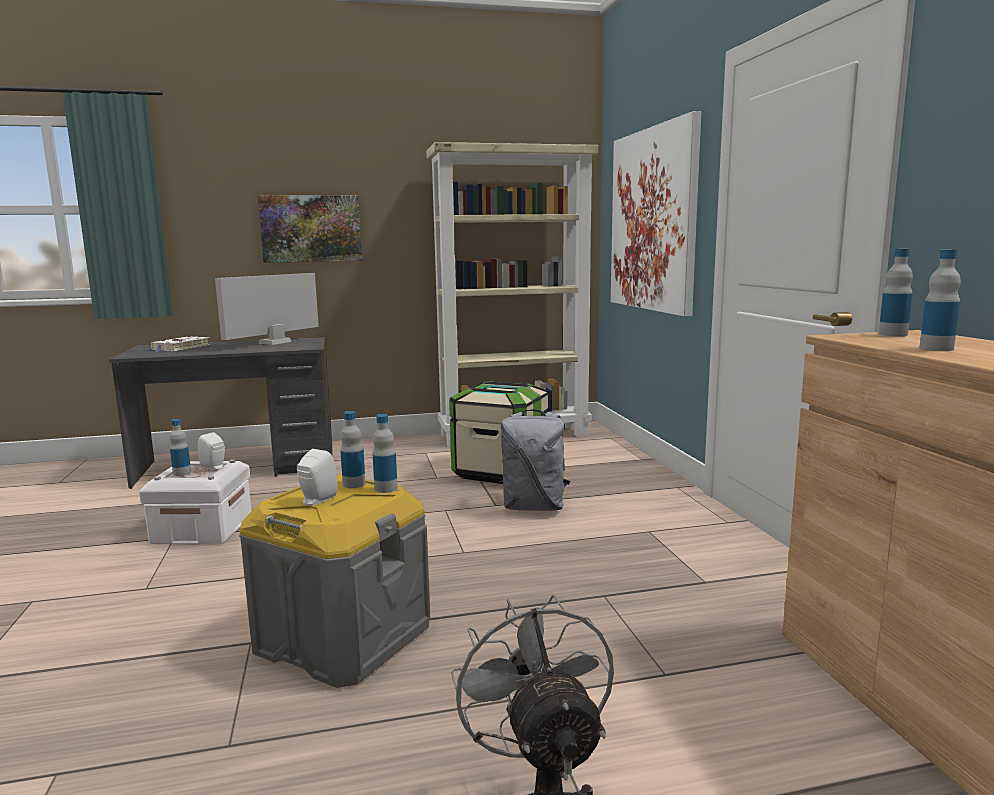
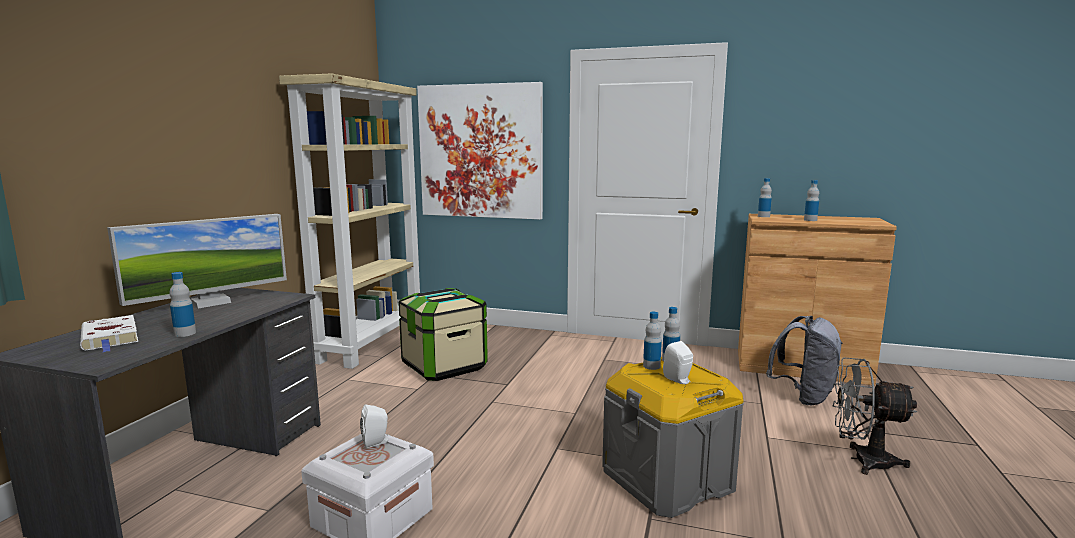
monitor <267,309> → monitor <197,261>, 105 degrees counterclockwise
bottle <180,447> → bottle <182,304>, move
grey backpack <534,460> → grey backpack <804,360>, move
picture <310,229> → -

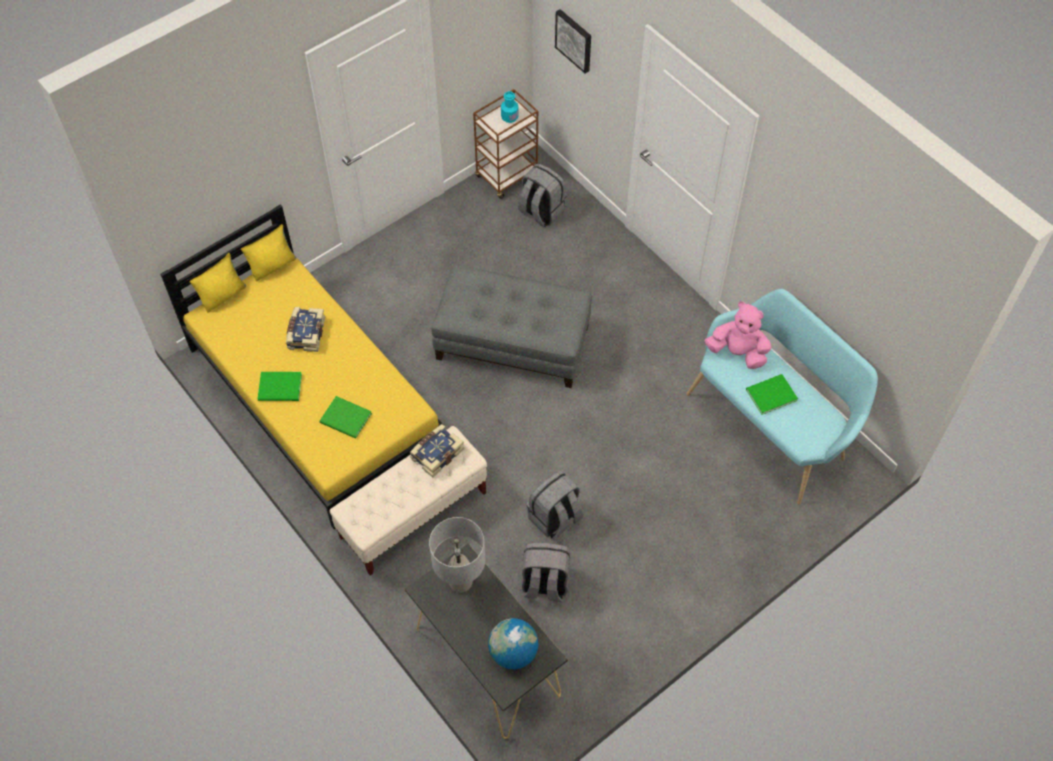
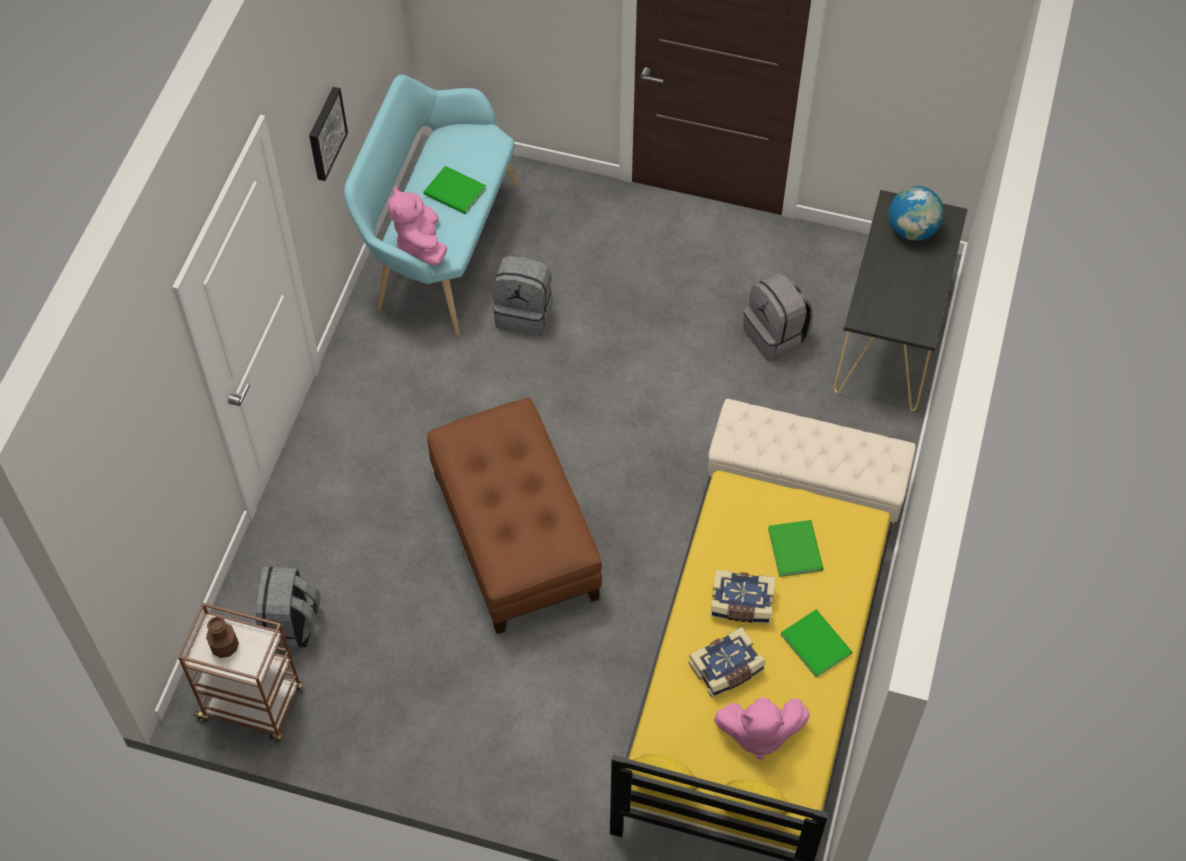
turquoise bottle <510,107> → brown bottle <222,637>
picture <573,41> → picture <328,134>, move
grey ottoman <511,326> → brown ottoman <514,516>
grey backpack <555,505> → grey backpack <522,295>, move
book <436,451> → book <743,597>, move
- → pink plush toy <762,728>
grey table lamp <457,555> → -

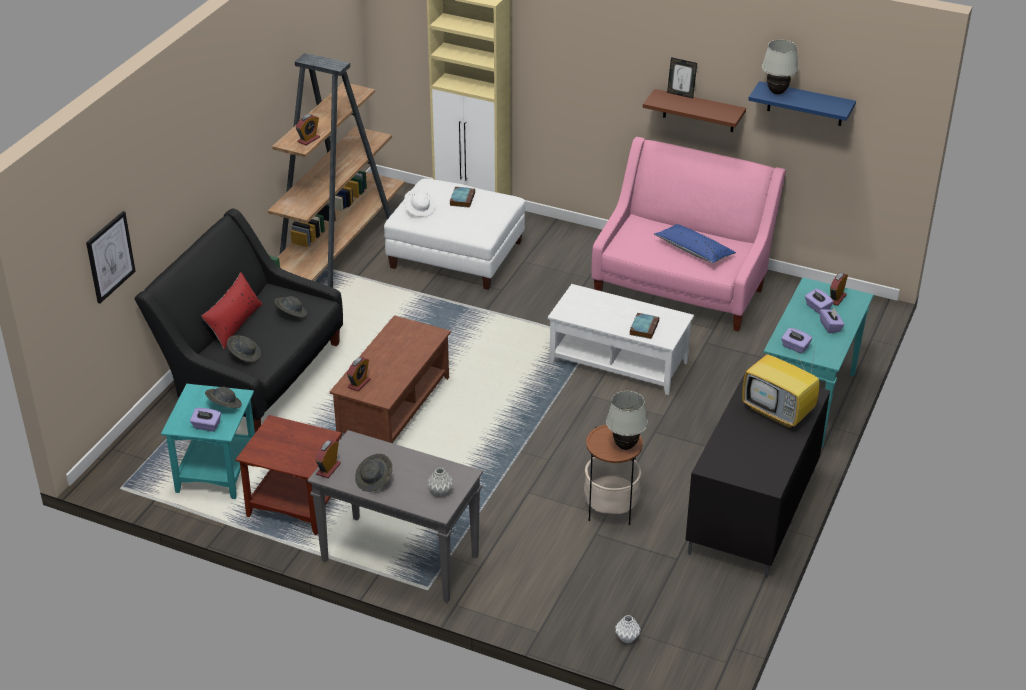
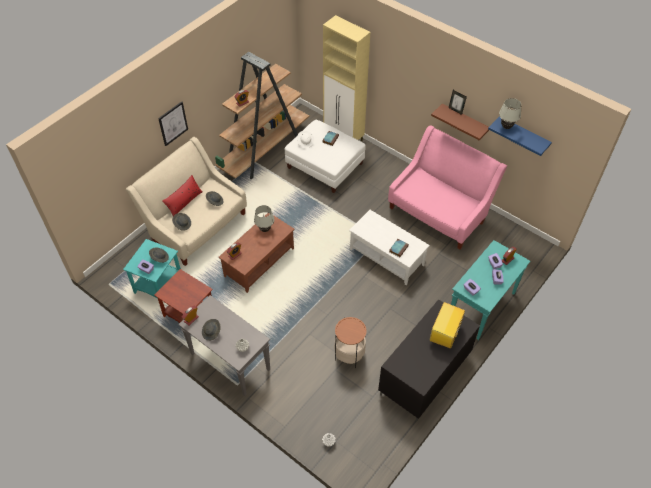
black sofa <239,321> → beige sofa <186,201>
picture <111,257> → picture <173,123>, move
white table lamp <627,420> → white table lamp <264,218>, move
television <781,383> → television <447,325>, 60 degrees clockwise
blue pillow <695,243> → -

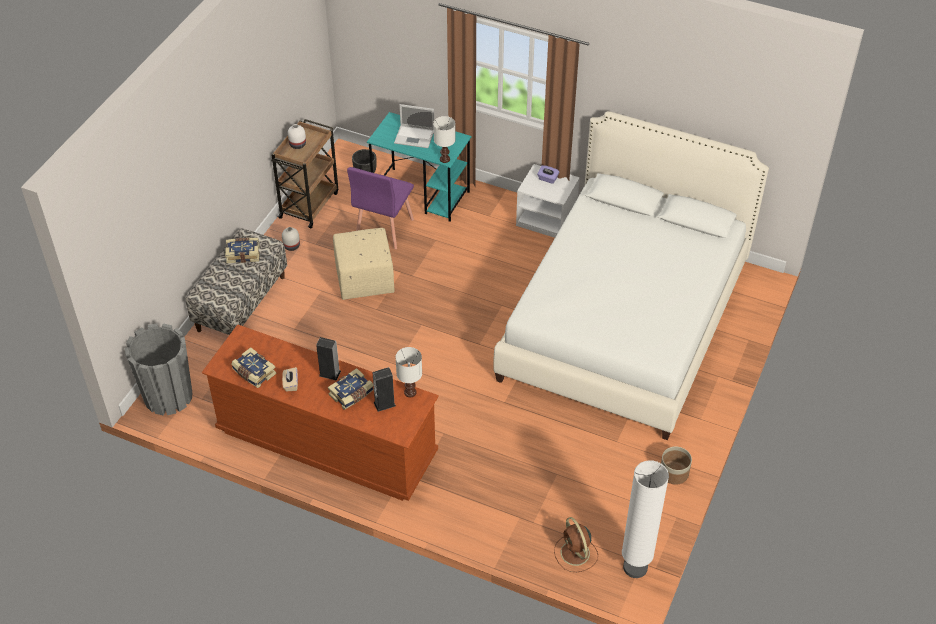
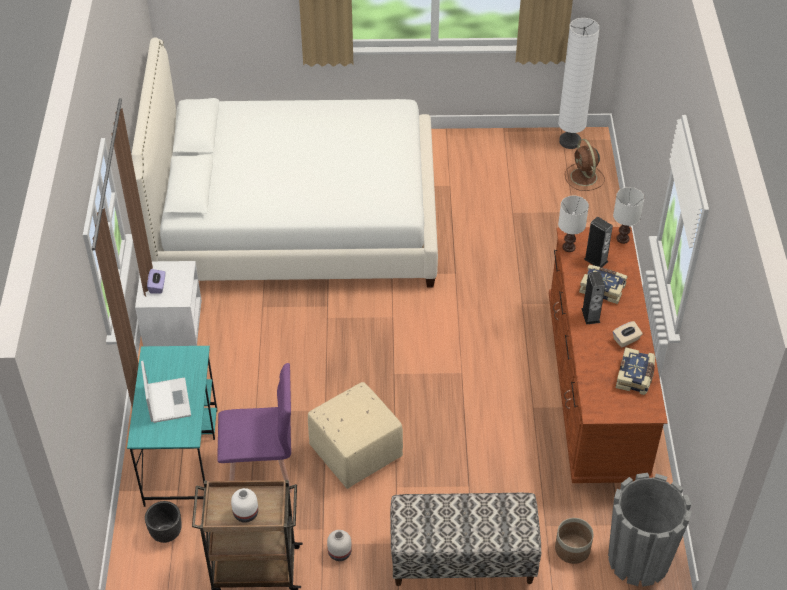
planter <676,465> → planter <574,541>, move
brown fan <576,544> → brown fan <585,165>, 120 degrees clockwise
white table lamp <444,139> → white table lamp <628,215>, move
book <242,250> → -

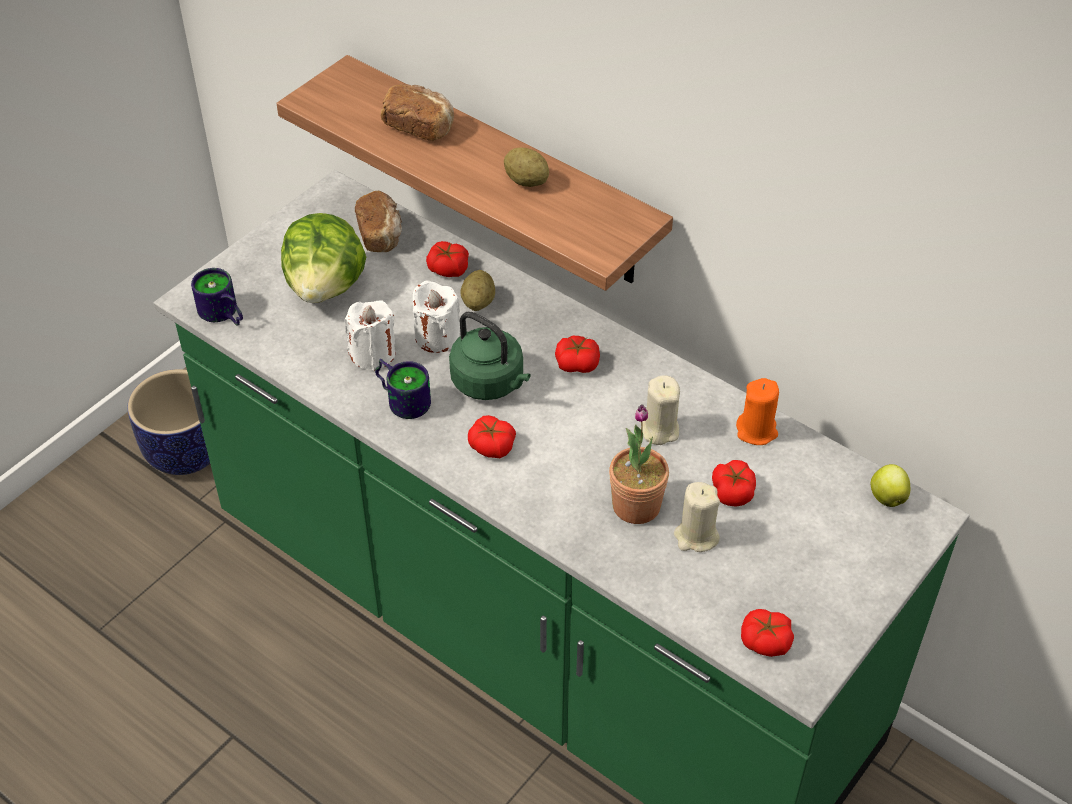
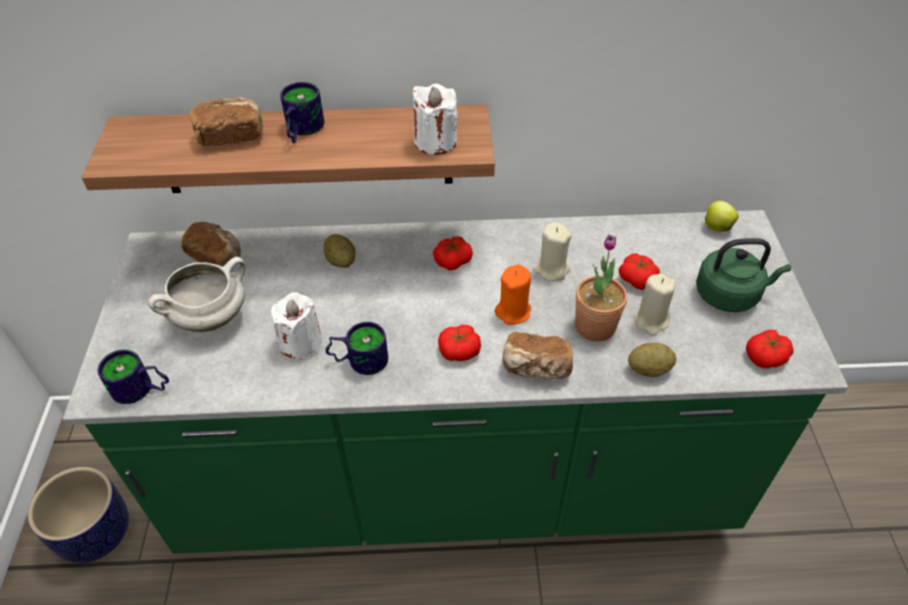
lettuce <323,258> → white cooking pot <196,294>
- → mug <302,112>
white candle <436,316> → white candle <435,119>, move
orange candle <757,411> → orange candle <513,295>, move
- → bread <537,356>
potato <526,167> → potato <652,360>, move
green kettle <490,355> → green kettle <743,275>, move
tomato <447,259> → -

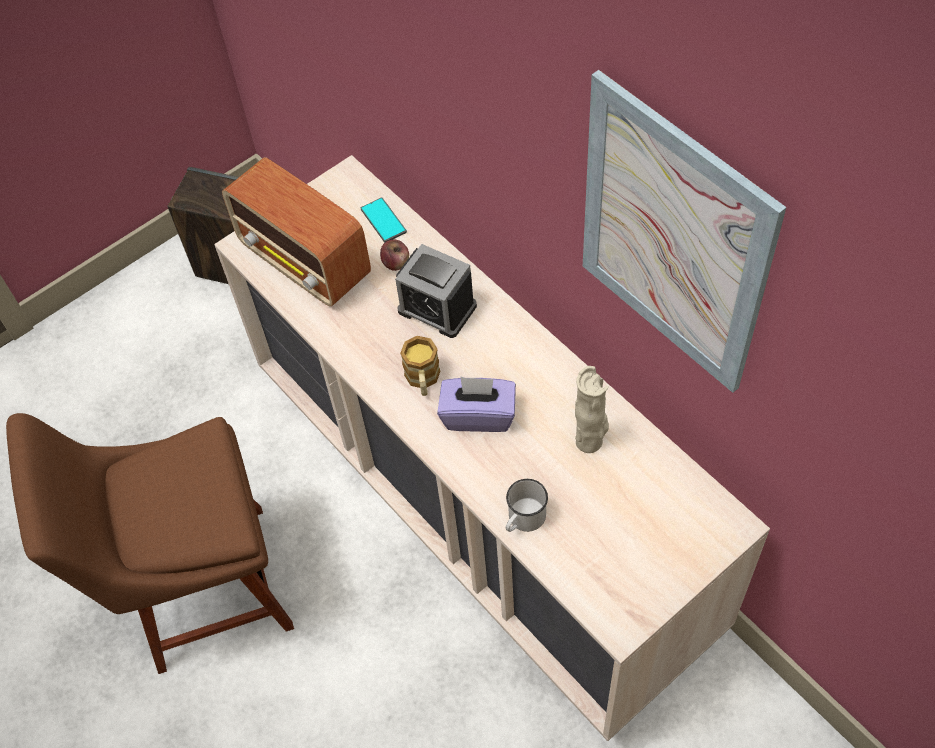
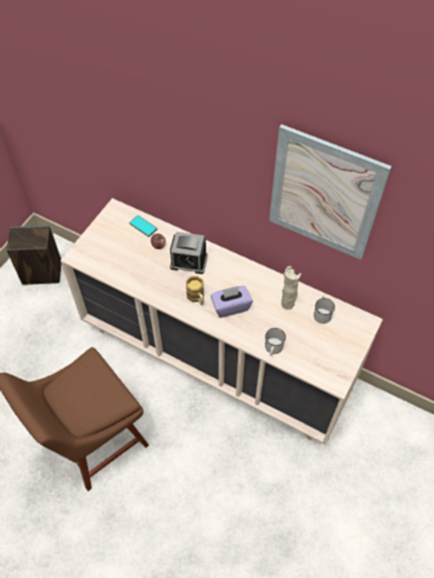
- → white mug <324,310>
radio <296,231> → -

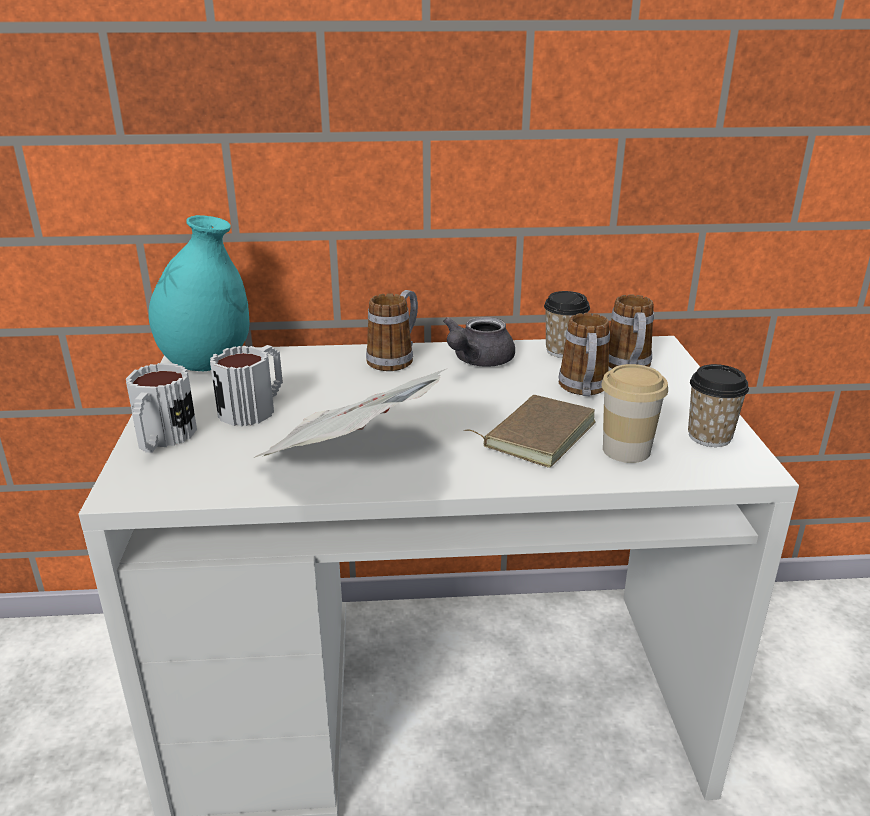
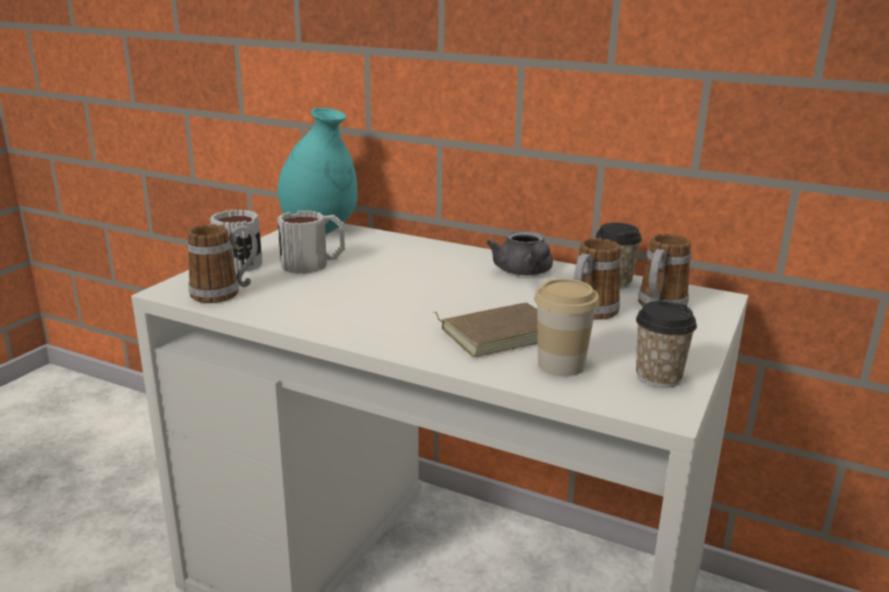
mug <392,330> → mug <222,263>, move
grey teapot <479,341> → grey teapot <520,252>, 75 degrees counterclockwise
newspaper <350,413> → -

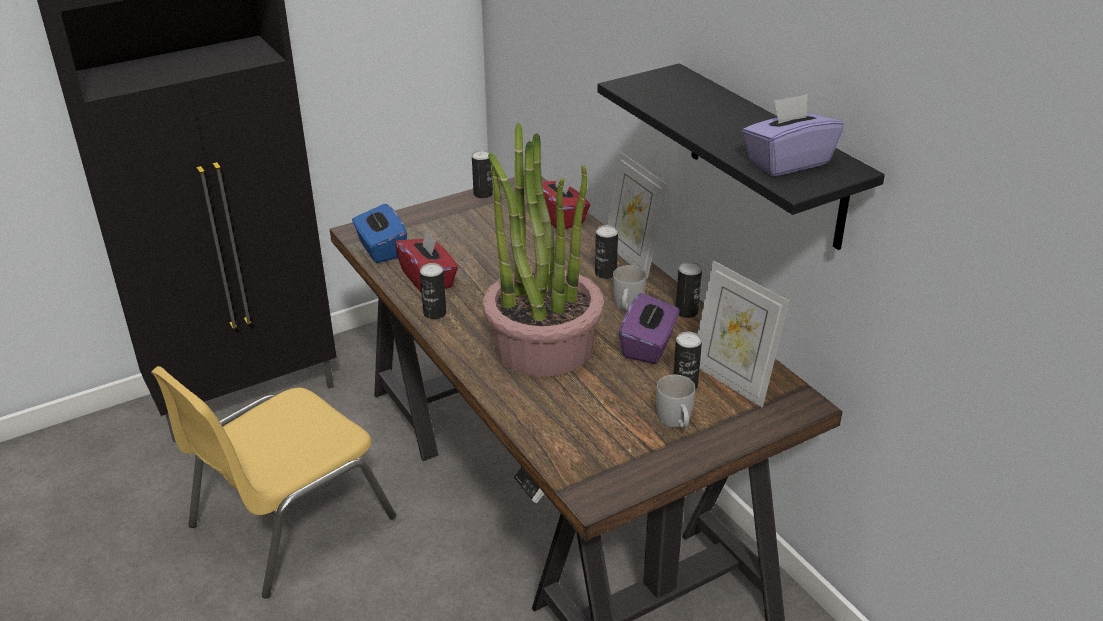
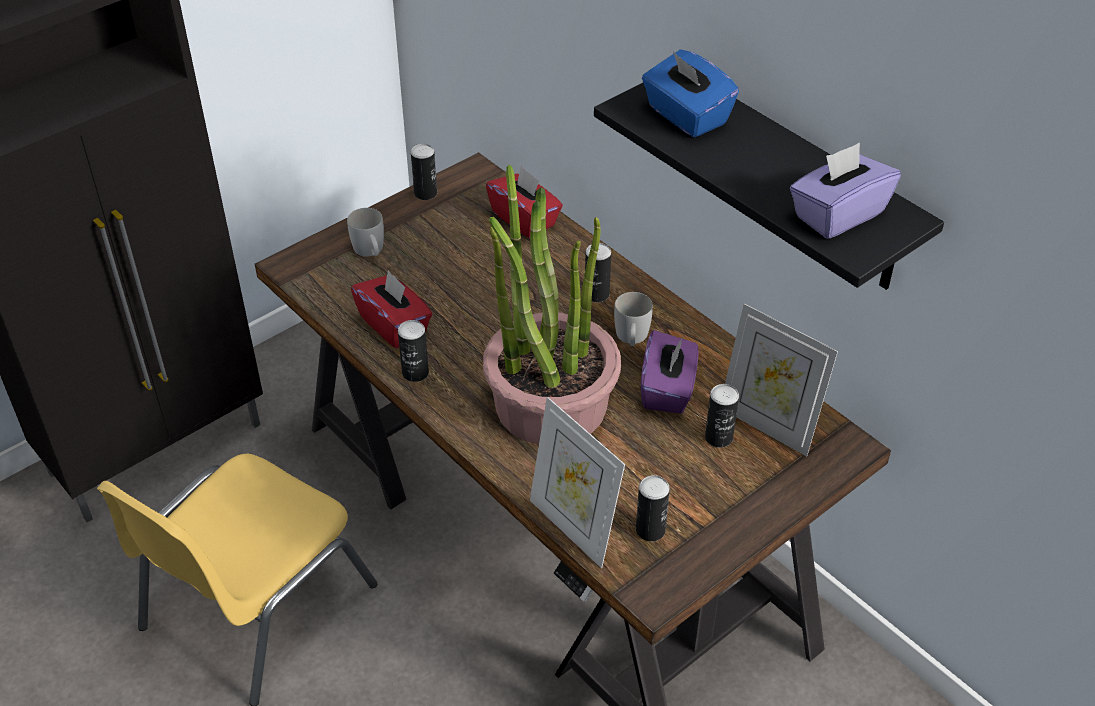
white mug <675,401> → white mug <365,232>, move
picture frame <637,215> → picture frame <577,482>, move
can <689,290> → can <653,508>, move
blue tissue box <379,233> → blue tissue box <690,93>, move

